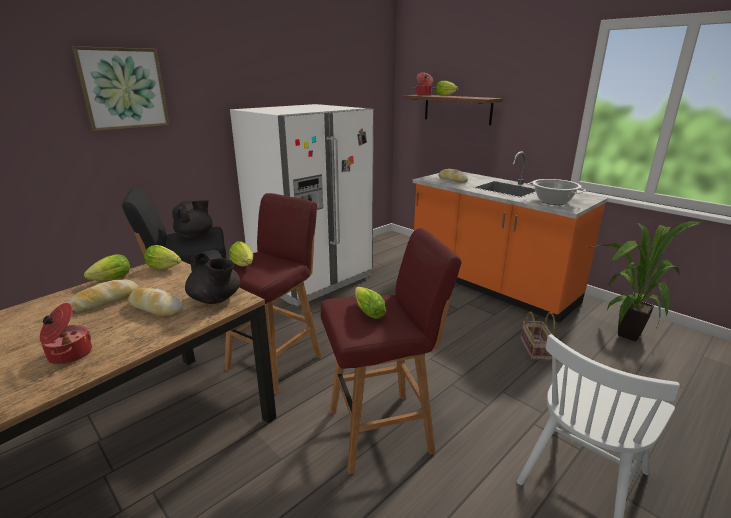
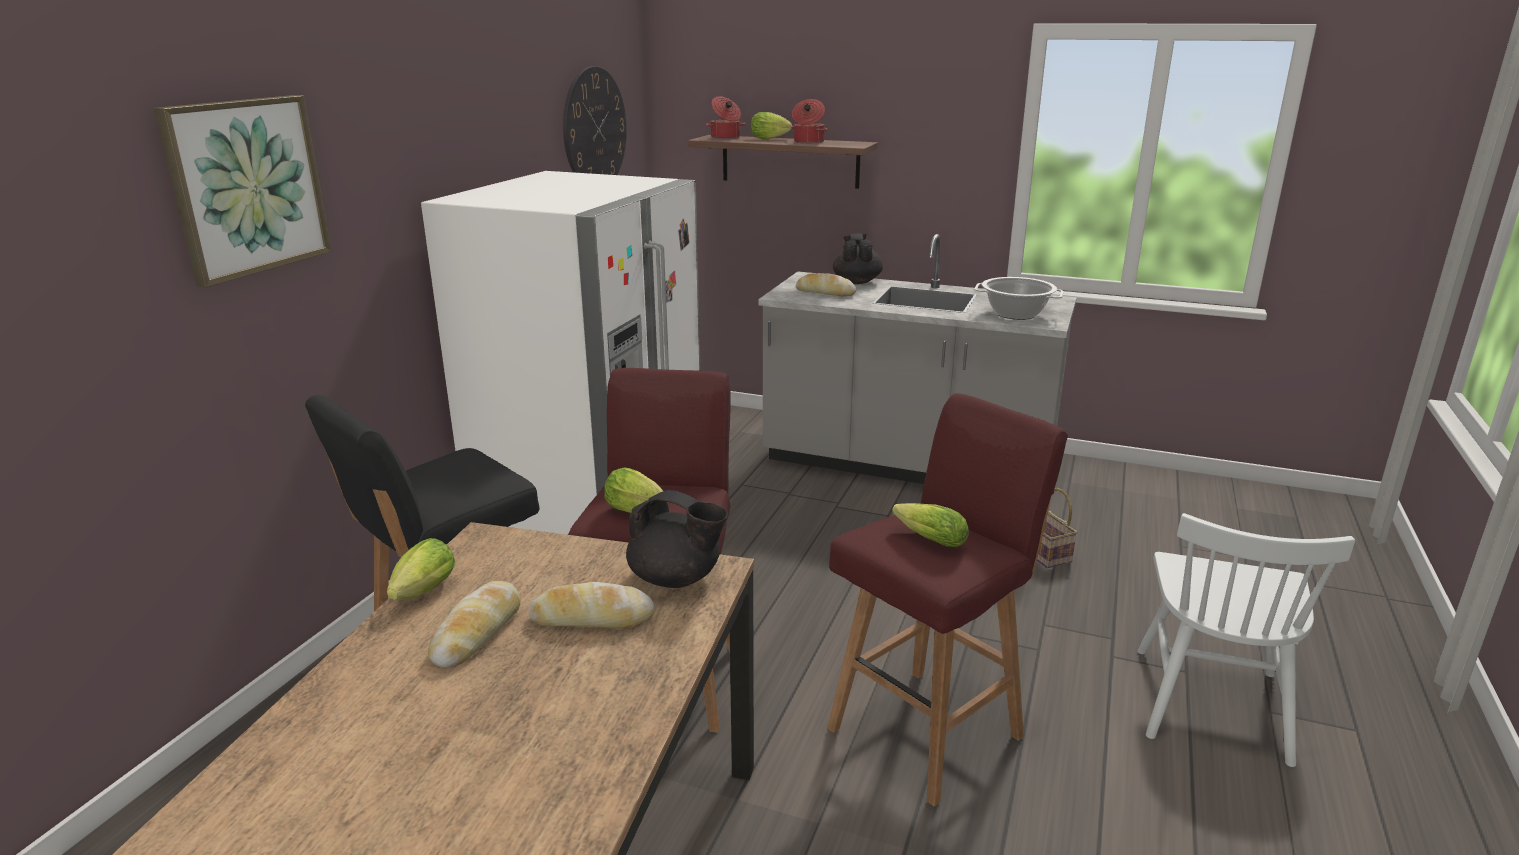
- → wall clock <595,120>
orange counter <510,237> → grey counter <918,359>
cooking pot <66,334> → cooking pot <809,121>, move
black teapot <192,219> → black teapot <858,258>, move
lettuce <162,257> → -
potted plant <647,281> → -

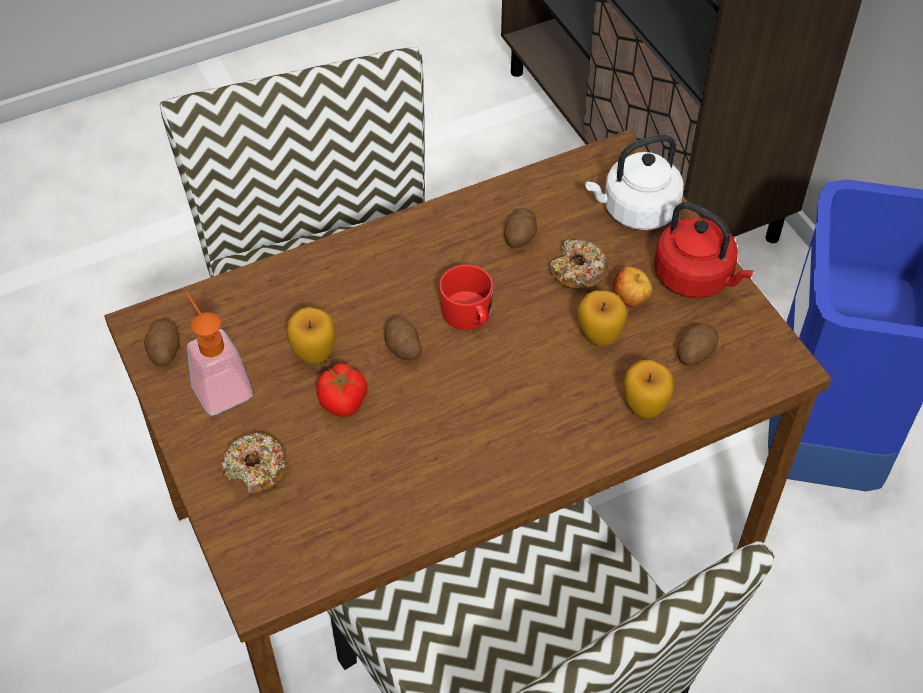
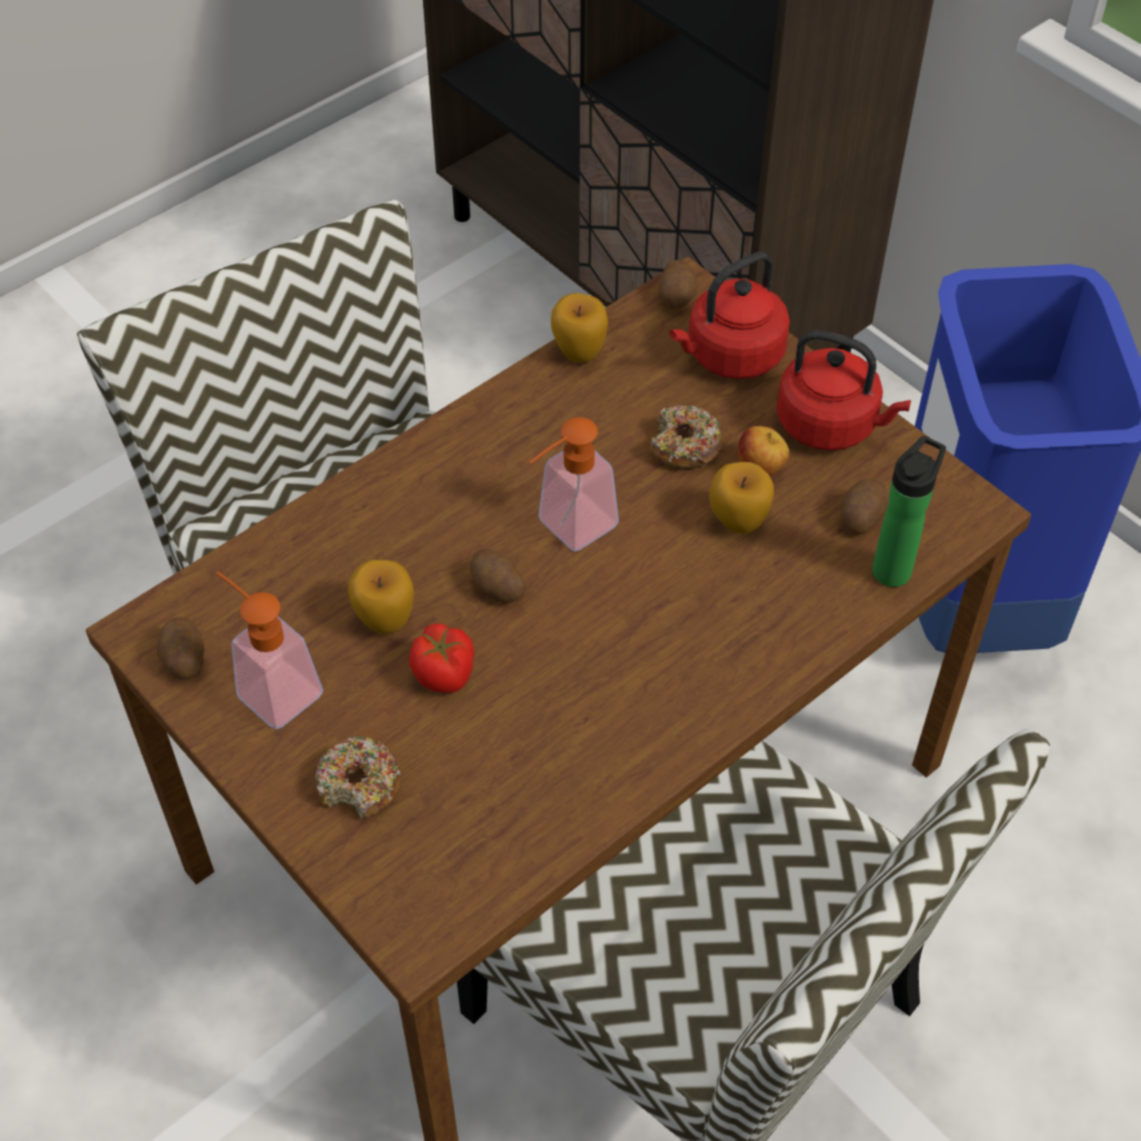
red mug <466,297> → soap dispenser <574,484>
apple <648,389> → apple <579,328>, move
potato <520,228> → potato <678,284>, move
white kettle <634,182> → red kettle <730,315>
- → bottle <909,511>

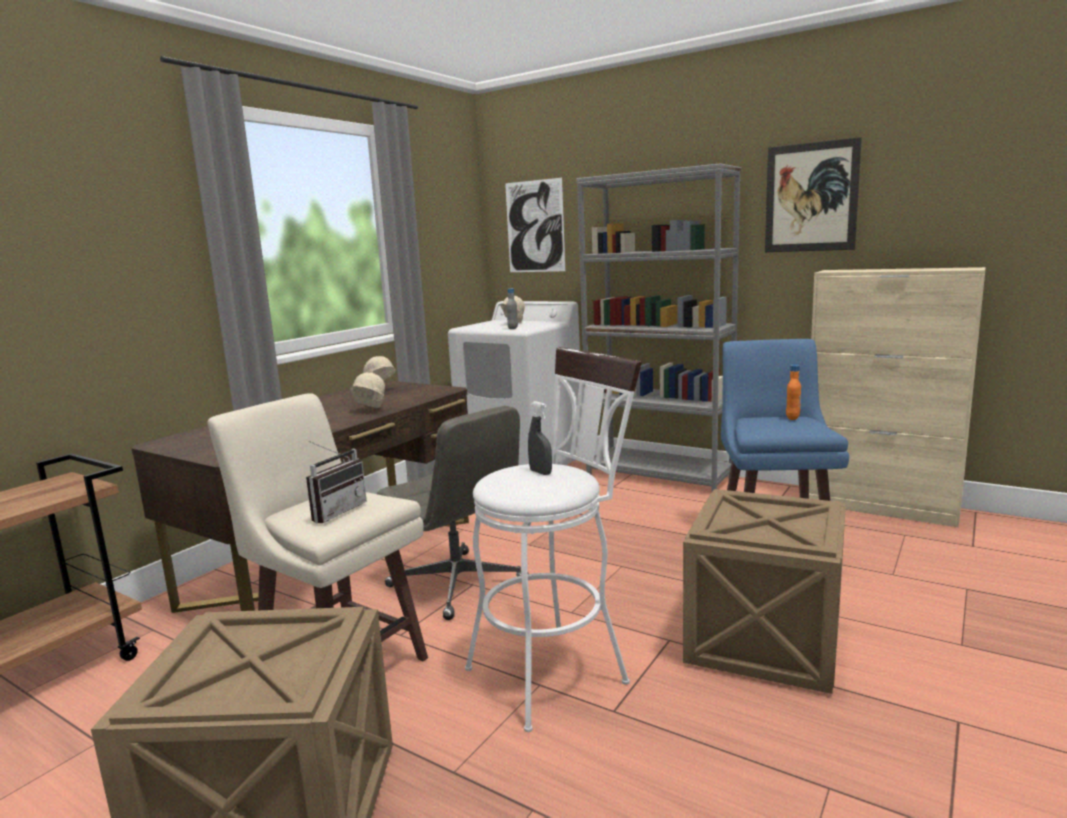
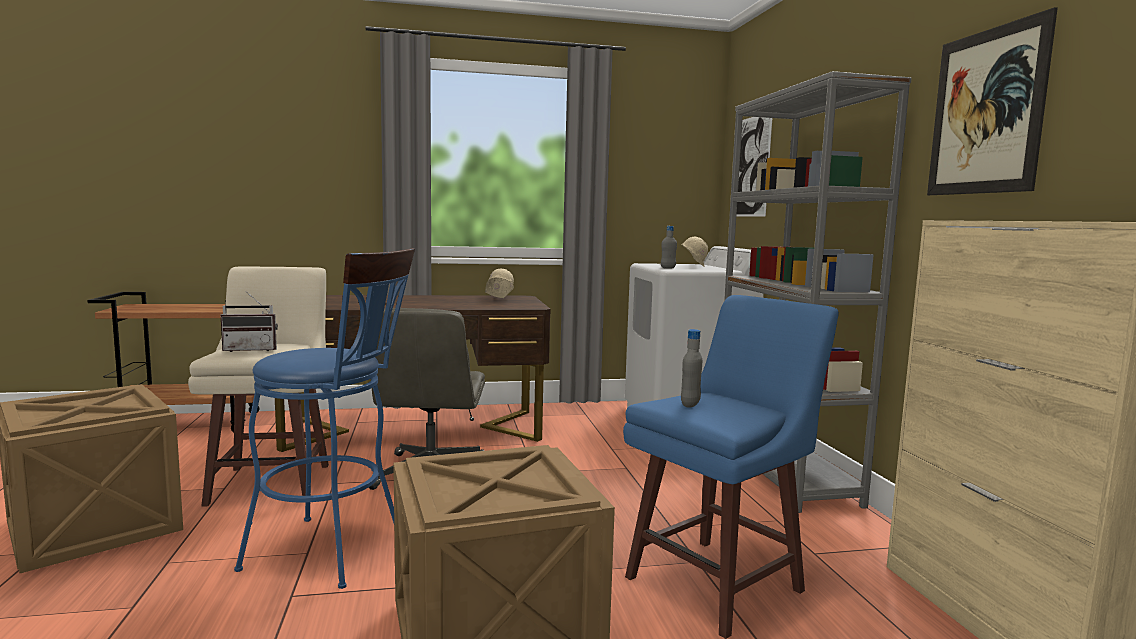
white stool <553,539> → blue stool <324,418>
- → grey bottle <691,368>
beige hard hat <367,390> → -
grey spray bottle <540,438> → -
orange bottle <793,392> → -

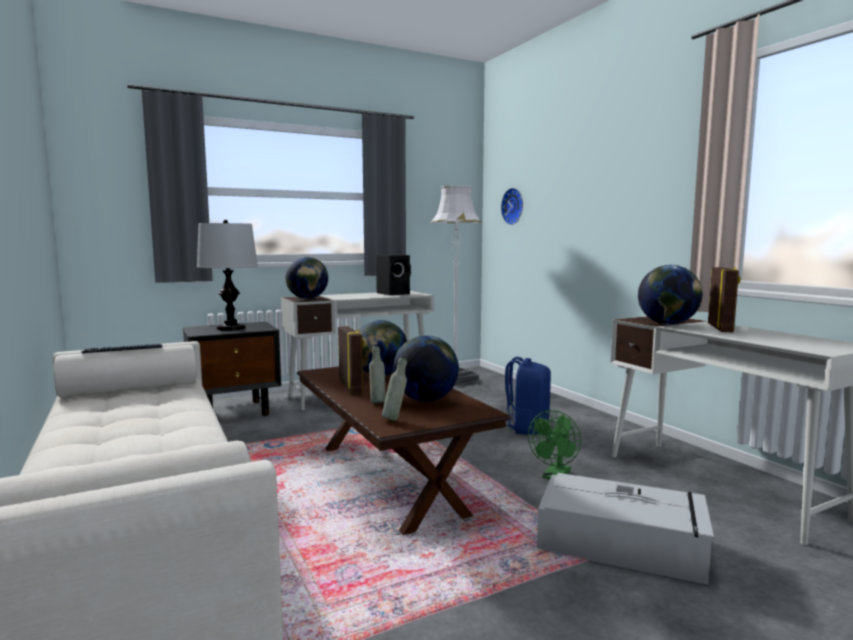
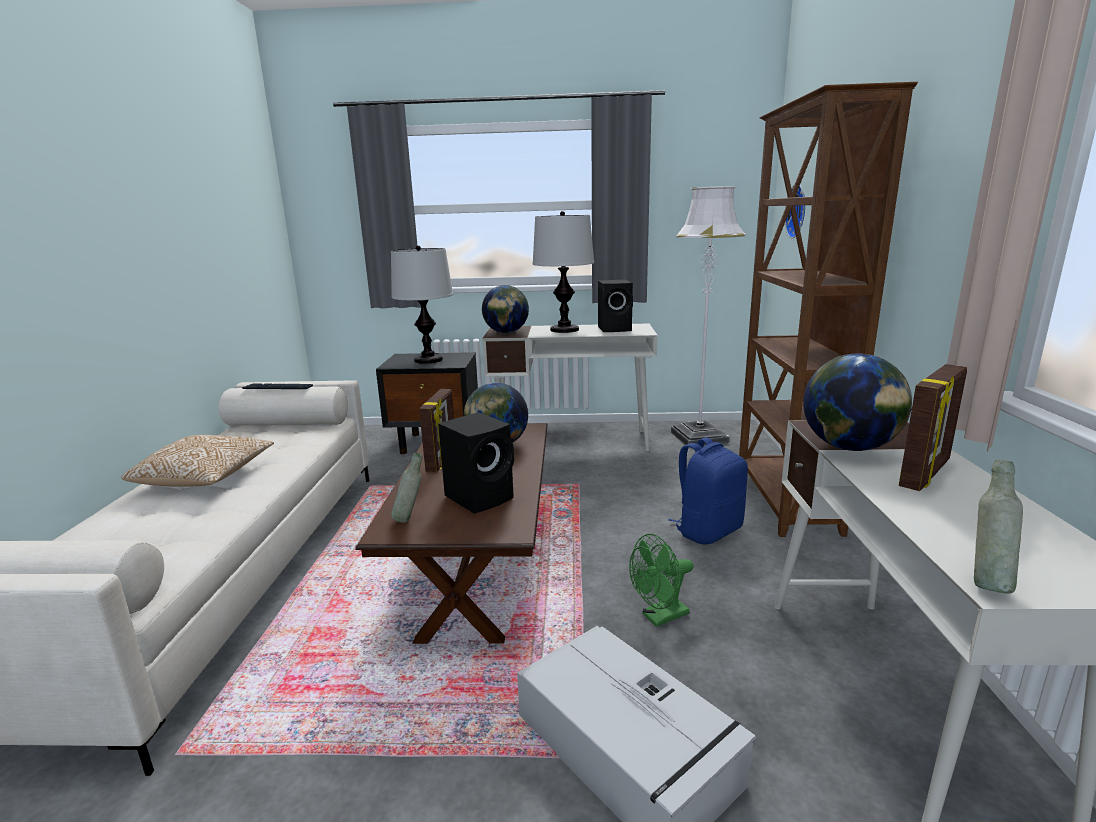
- → pillow <197,461>
globe <426,368> → black speaker <476,463>
- → table lamp <563,272>
- → brown bookcase <828,309>
grey bottle <377,374> → grey bottle <998,526>, move

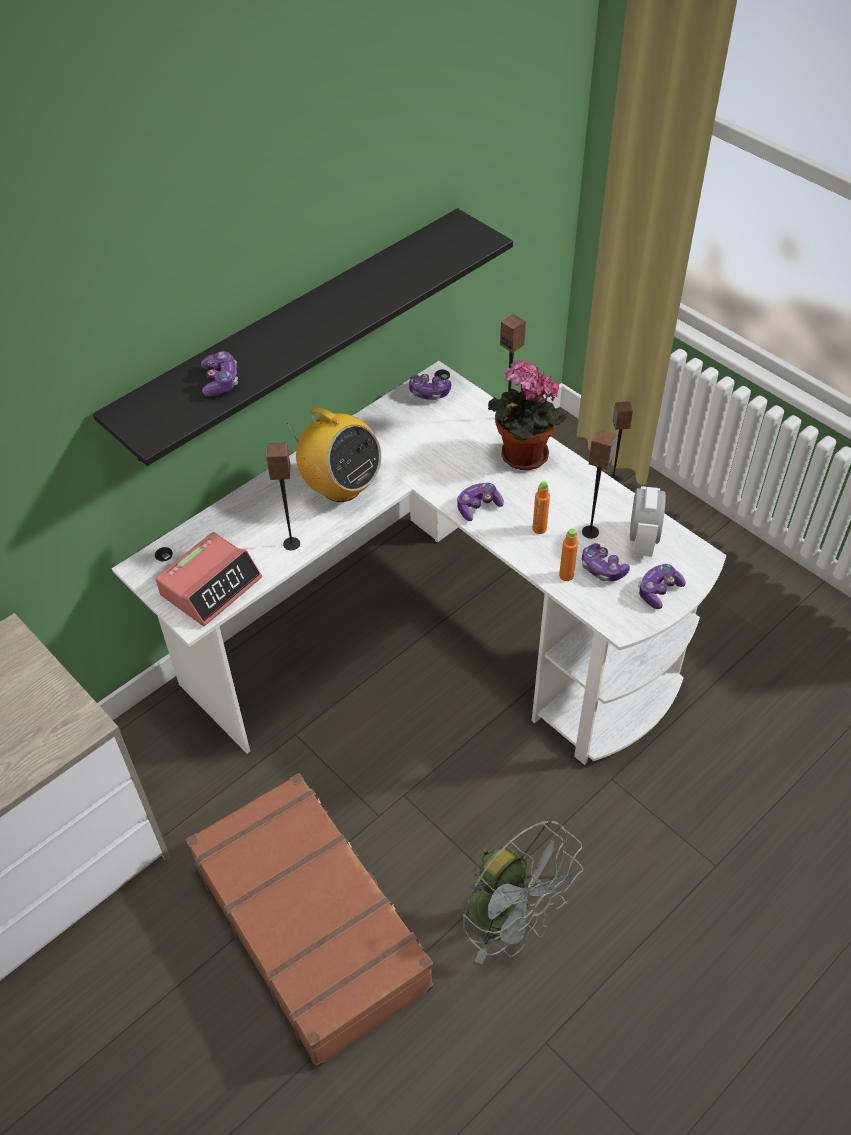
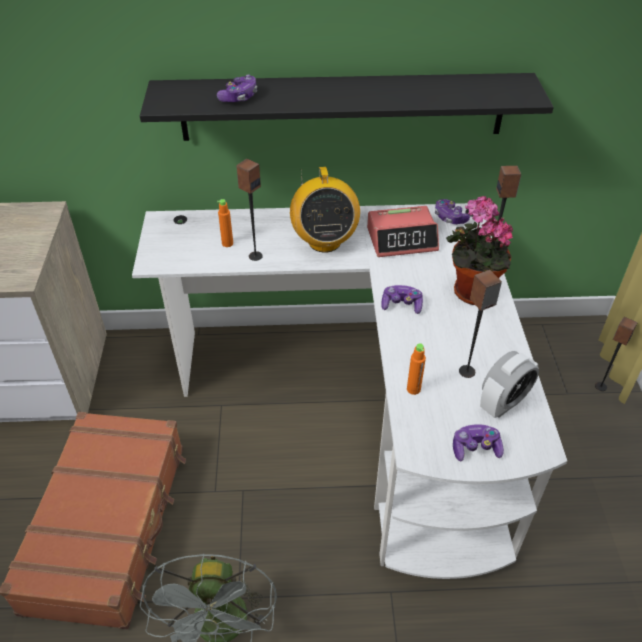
orange bottle <541,507> → orange bottle <225,223>, move
alarm clock <208,579> → alarm clock <403,231>, move
game controller <606,562> → -

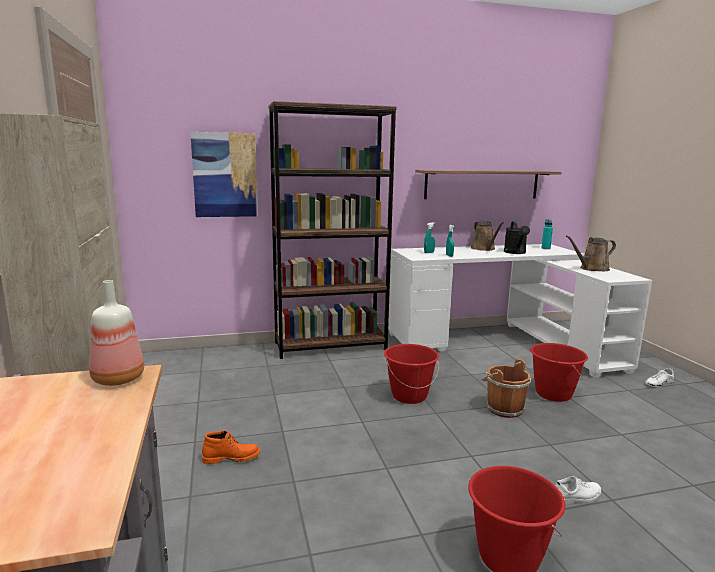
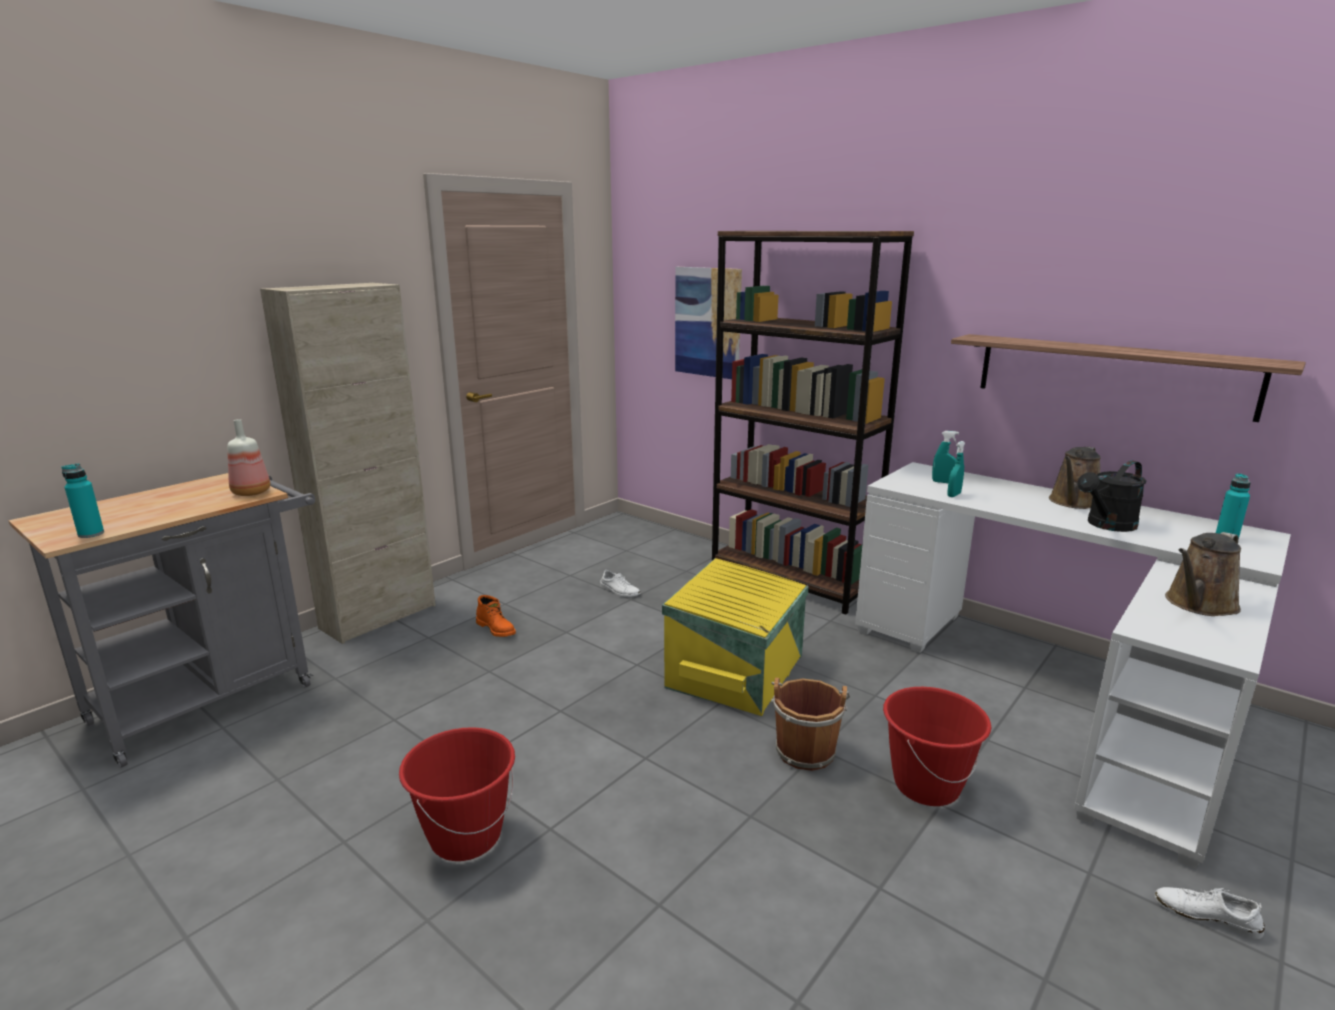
- → turquoise bottle <83,500>
white shoe <578,490> → white shoe <620,583>, move
red bucket <411,374> → yellow storage box <735,637>
brown watering can <591,253> → brown watering can <1203,574>, 75 degrees counterclockwise

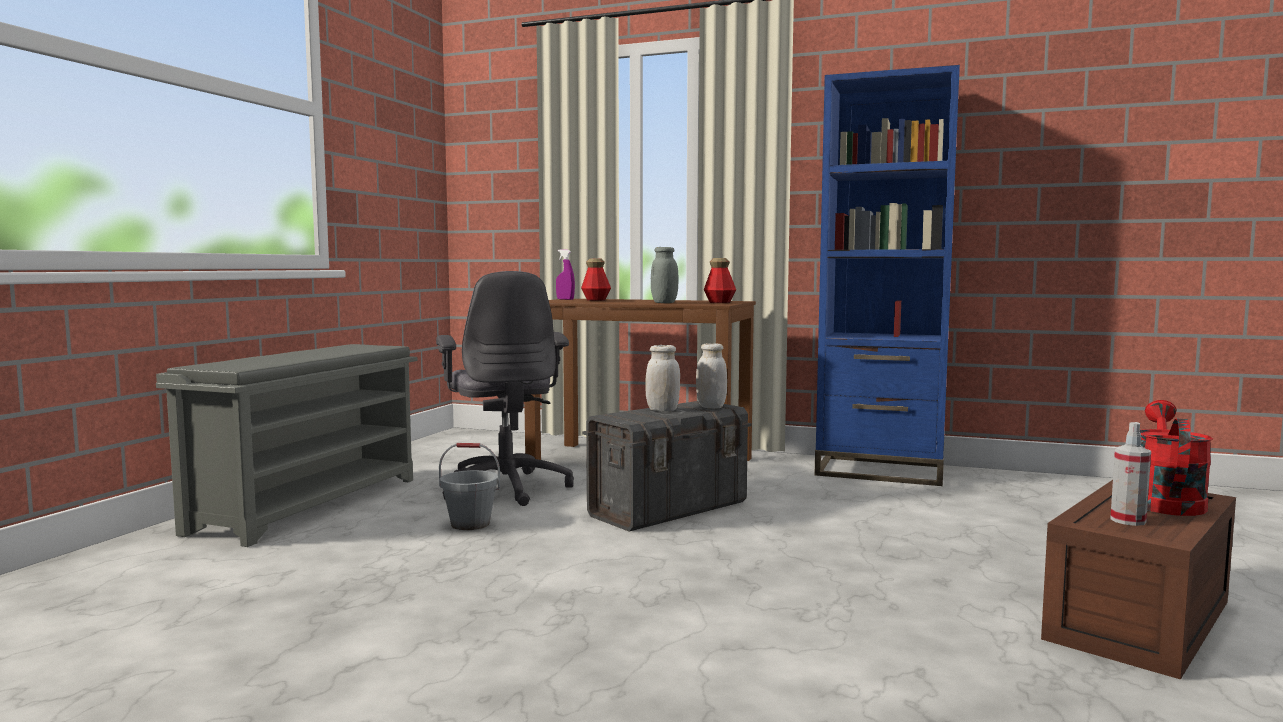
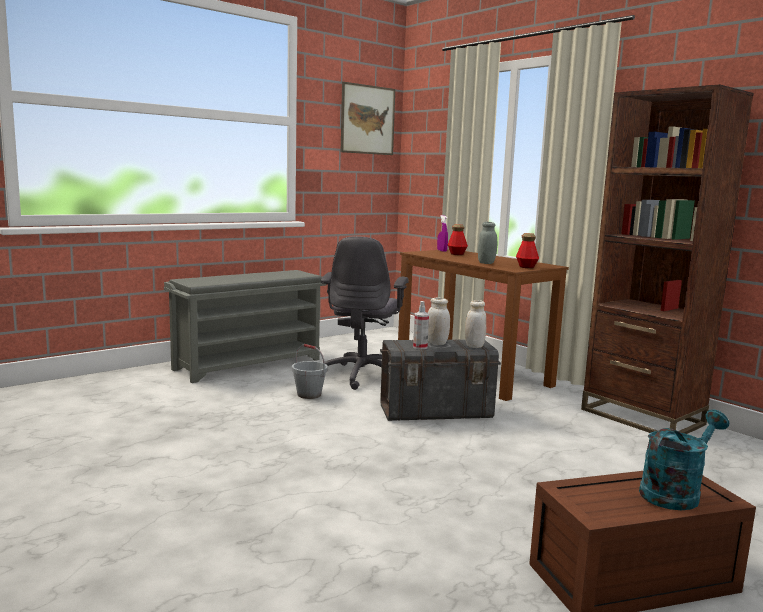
- → picture <368,118>
spray bottle <1130,474> → spray bottle <421,325>, move
blue bookcase <887,275> → brown bookcase <667,259>
red watering can <1176,458> → turquoise watering can <684,460>

